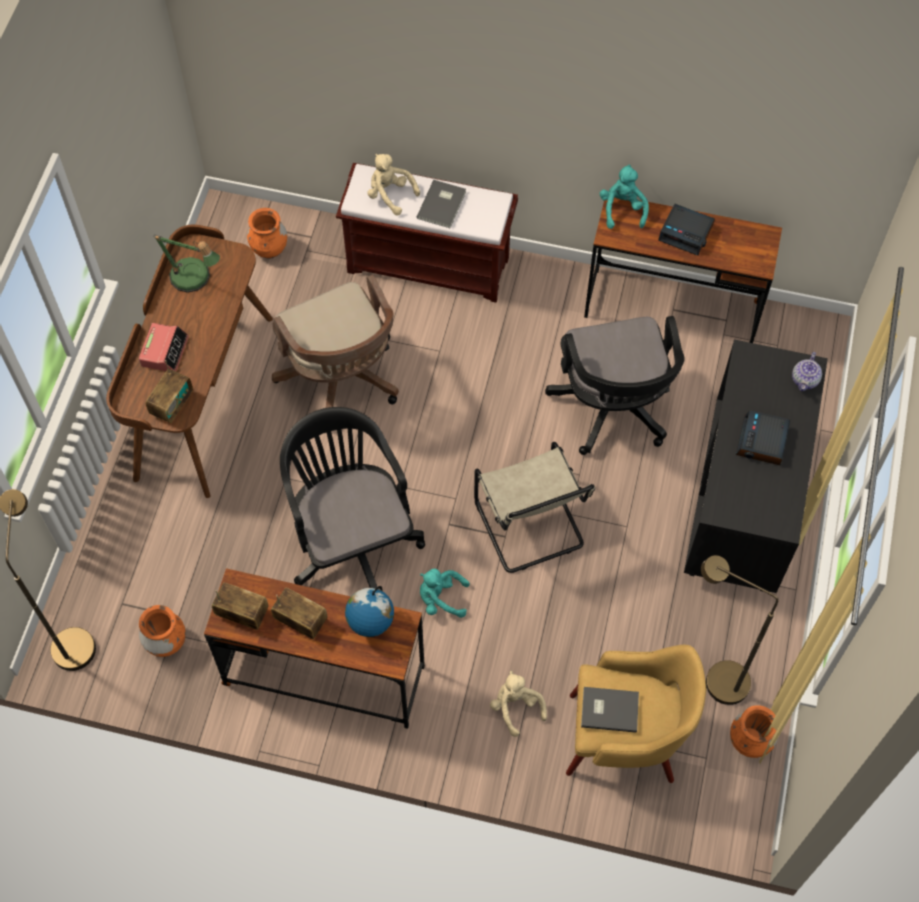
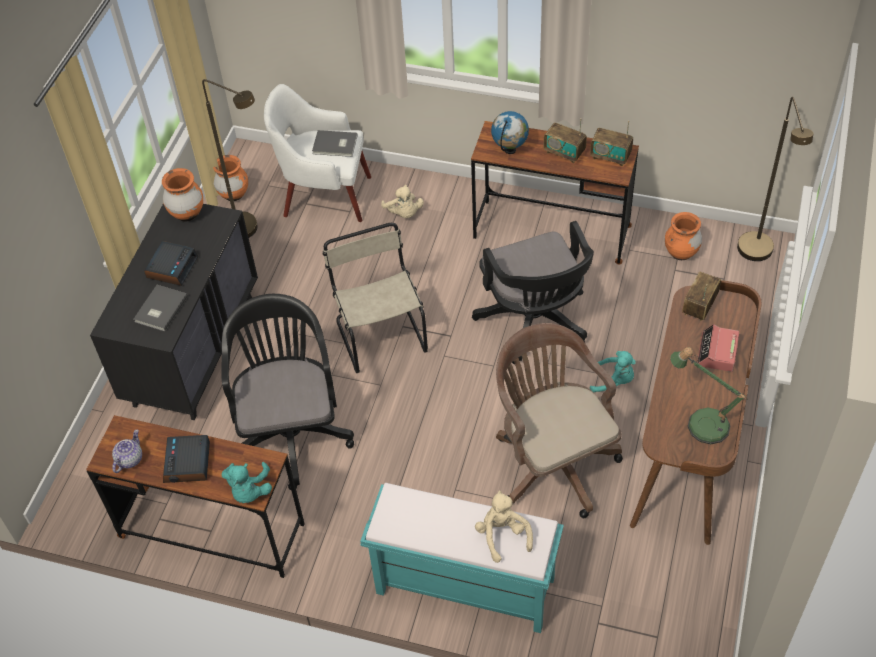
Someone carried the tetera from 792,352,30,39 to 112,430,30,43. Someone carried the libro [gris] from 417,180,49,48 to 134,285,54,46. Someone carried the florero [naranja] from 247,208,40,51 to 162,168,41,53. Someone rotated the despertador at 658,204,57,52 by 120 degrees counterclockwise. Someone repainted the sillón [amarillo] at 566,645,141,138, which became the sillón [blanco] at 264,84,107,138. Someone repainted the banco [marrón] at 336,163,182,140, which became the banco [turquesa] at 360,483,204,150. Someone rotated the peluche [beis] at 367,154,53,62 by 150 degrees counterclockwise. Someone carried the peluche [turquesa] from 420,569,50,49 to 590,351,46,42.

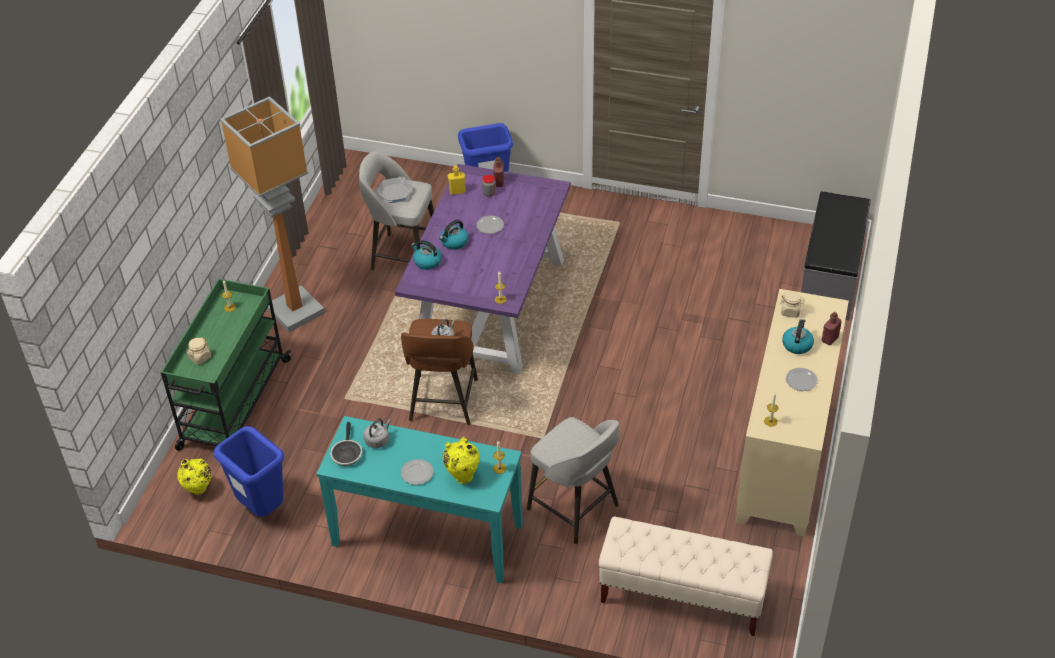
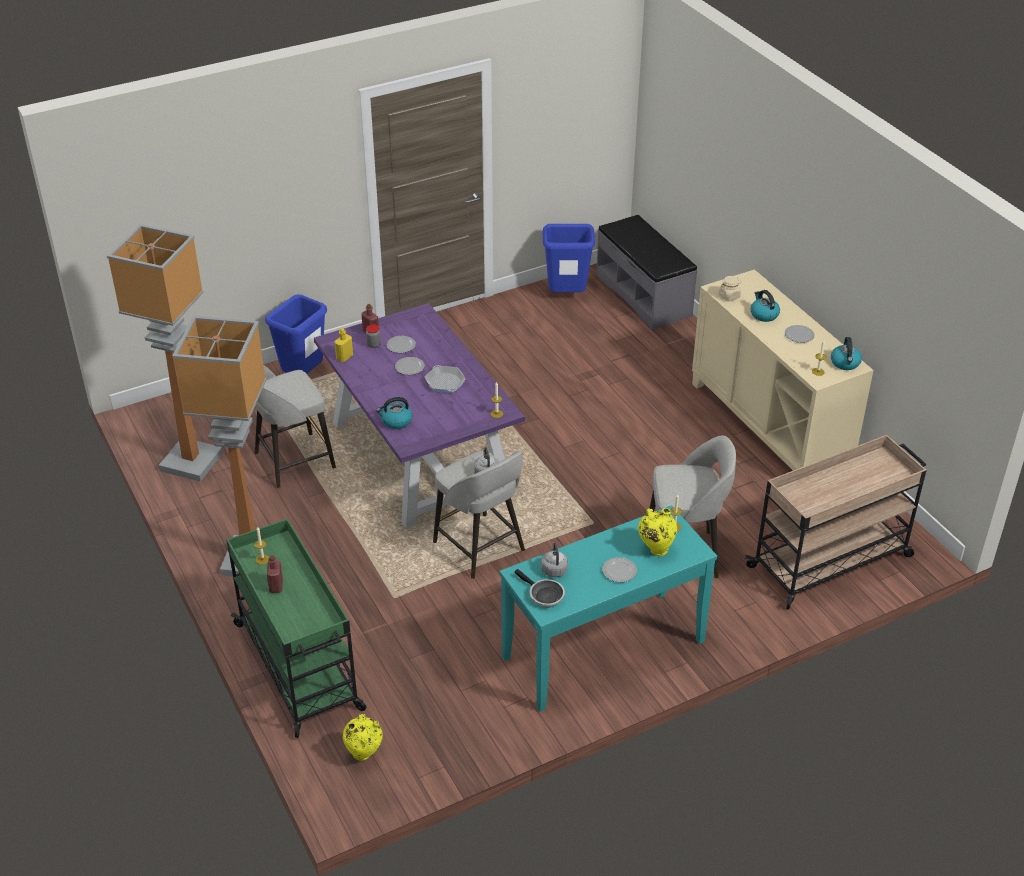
Someone put down the lámpara de pie at 107,224,116,258. Someone carried the botella [rojo] from 822,312,20,33 to 267,555,16,38. Someone put down the plato at 387,336,29,17. Someone carried the sartén from 377,177,36,26 to 425,365,40,28. Someone repainted the taburete [marrón] at 401,319,77,106, which became the taburete [gris] at 433,450,92,129. Someone carried the papelera [azul] from 214,426,70,91 to 543,224,52,68. Someone swapped the banco [beis] at 599,516,174,120 for the carrito [beis] at 745,435,182,174. Someone carried the hervidor from 439,220,29,30 to 831,337,31,33. Someone took away the tarro [beis] at 186,337,25,28.

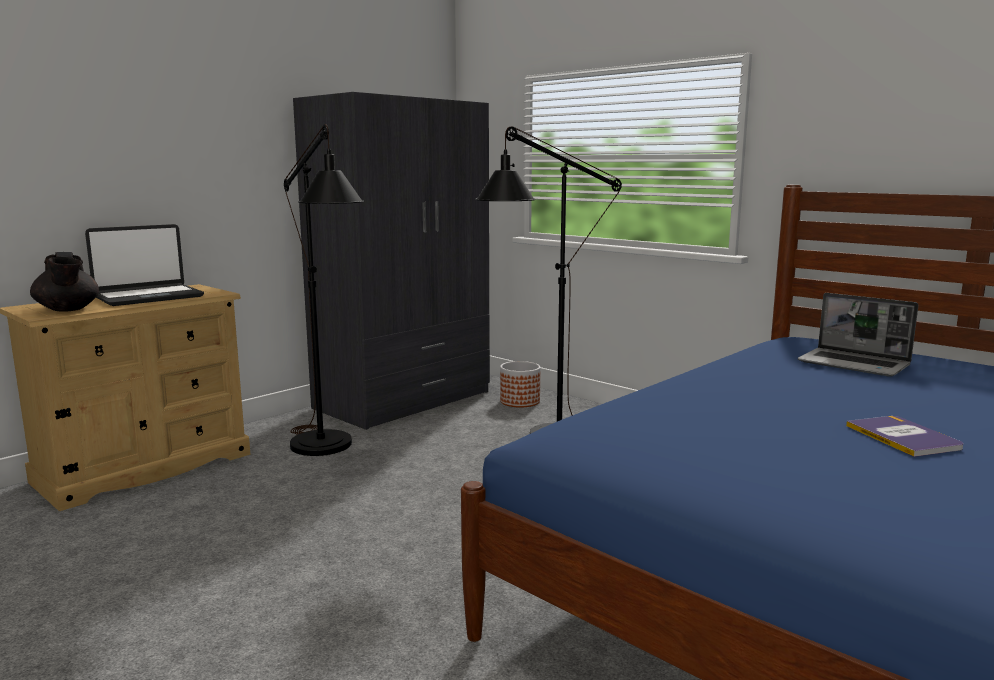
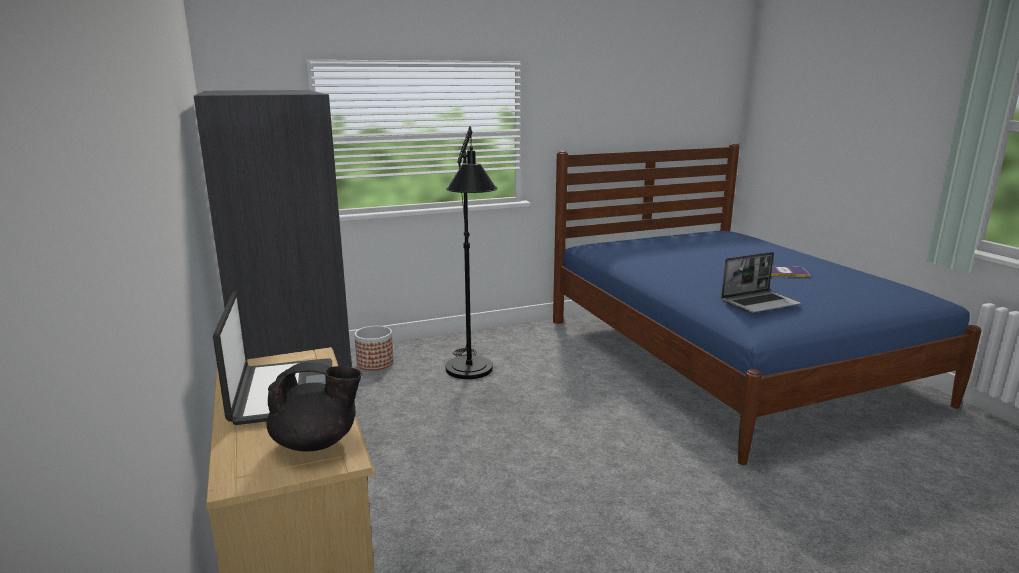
Someone carried the portátil from 798,293,121,84 to 721,252,80,61. Someone took away the lámpara de pie [negro] at 284,124,80,332.

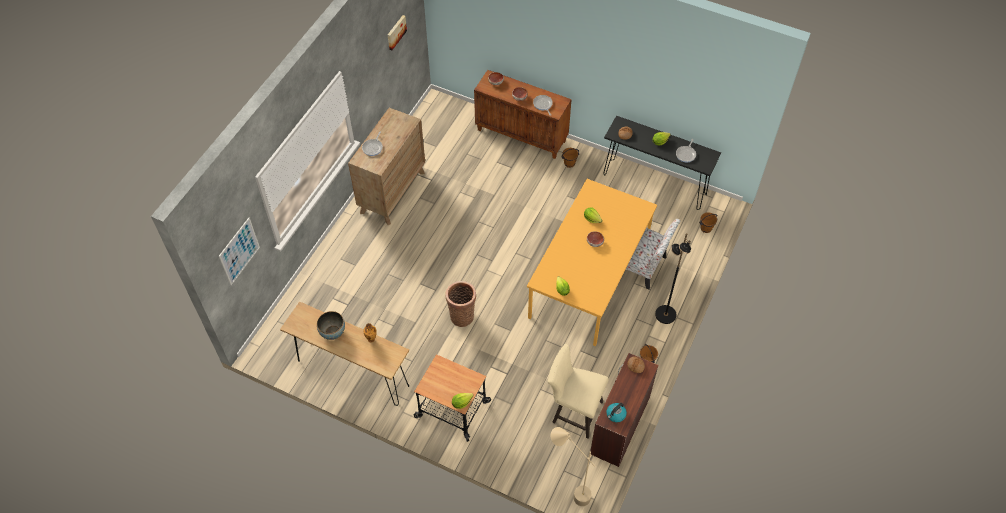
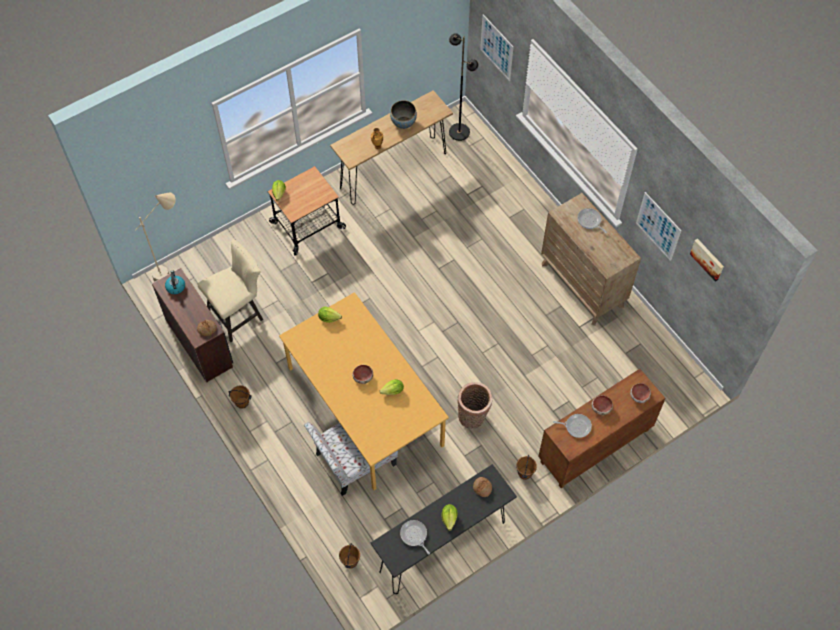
Someone carried the lámpara de pie [negro] from 655,233,36,91 to 449,33,29,108. Someone carried the cesta from 445,281,31,46 to 458,382,34,47. Someone put up the cuadro at 636,192,45,69.

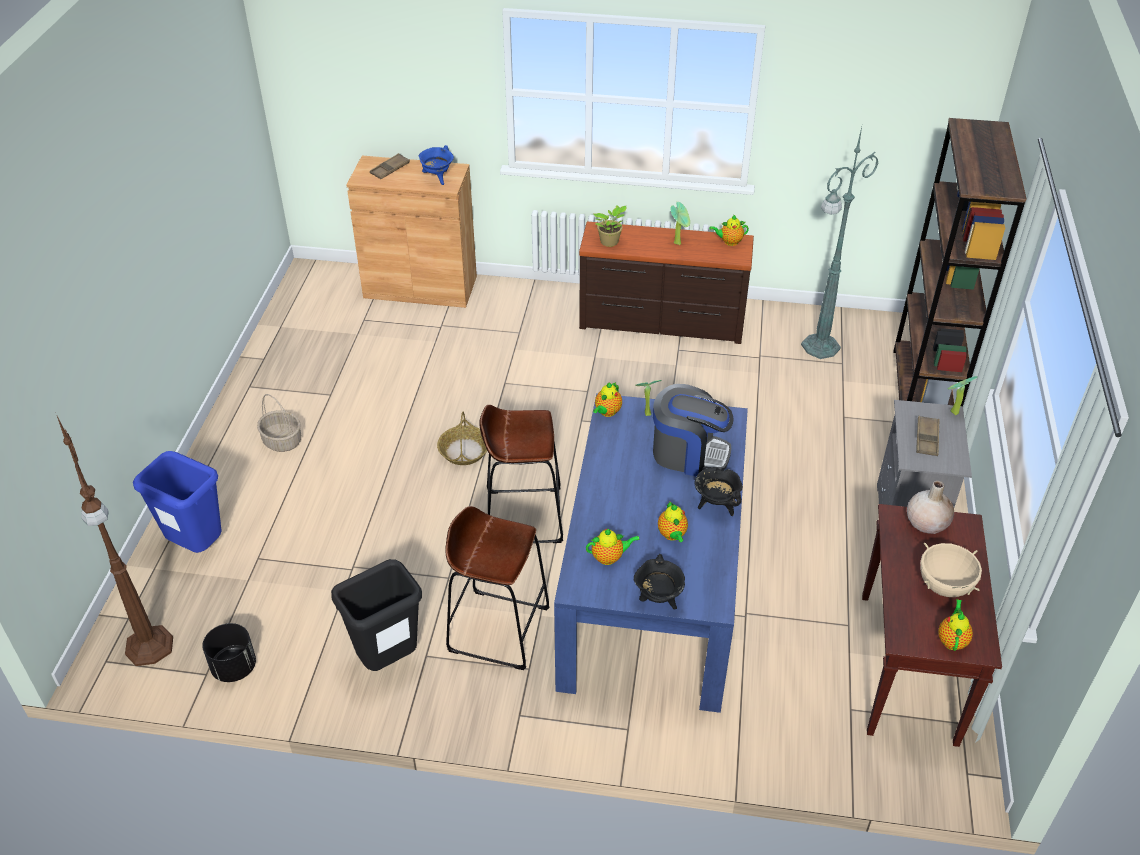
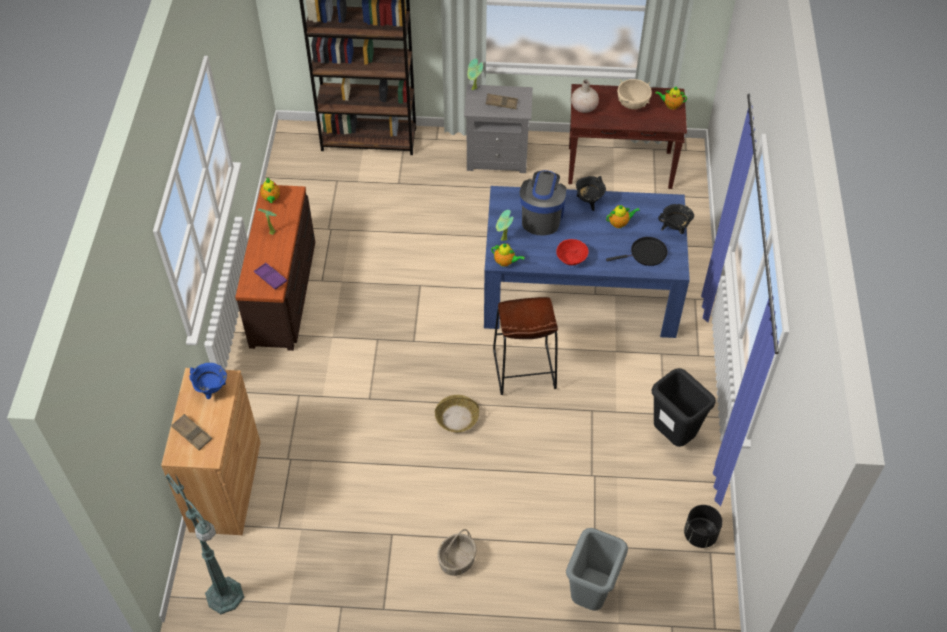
Someone carried the lámpara de pie [verde] from 801,127,78,232 to 166,474,78,140. Someone swapped the planta en maceta at 594,205,32,42 for the bandeja [morado] at 254,262,33,28. Someone put down the cuenco [rojo] at 556,239,33,26. Someone repainted the papelera [azul] at 133,451,89,102, which became the papelera [gris] at 566,528,62,83. Someone swapped the tetera at 586,529,53,36 for the sartén [negro] at 606,237,62,29. Someone took away the lámpara de pie [marrón] at 57,416,116,250. Someone took away the taburete [marrón] at 445,506,104,164.

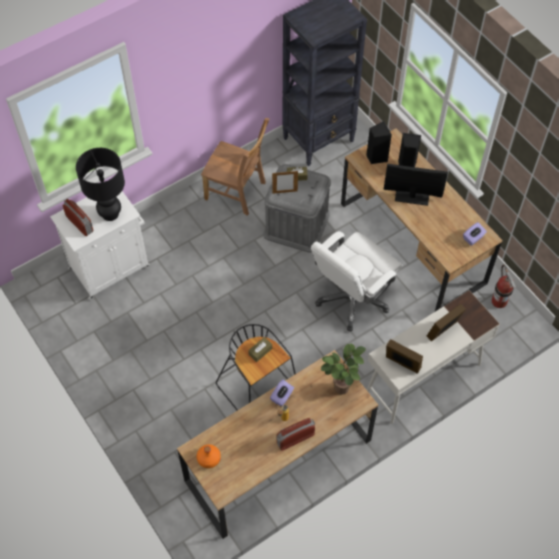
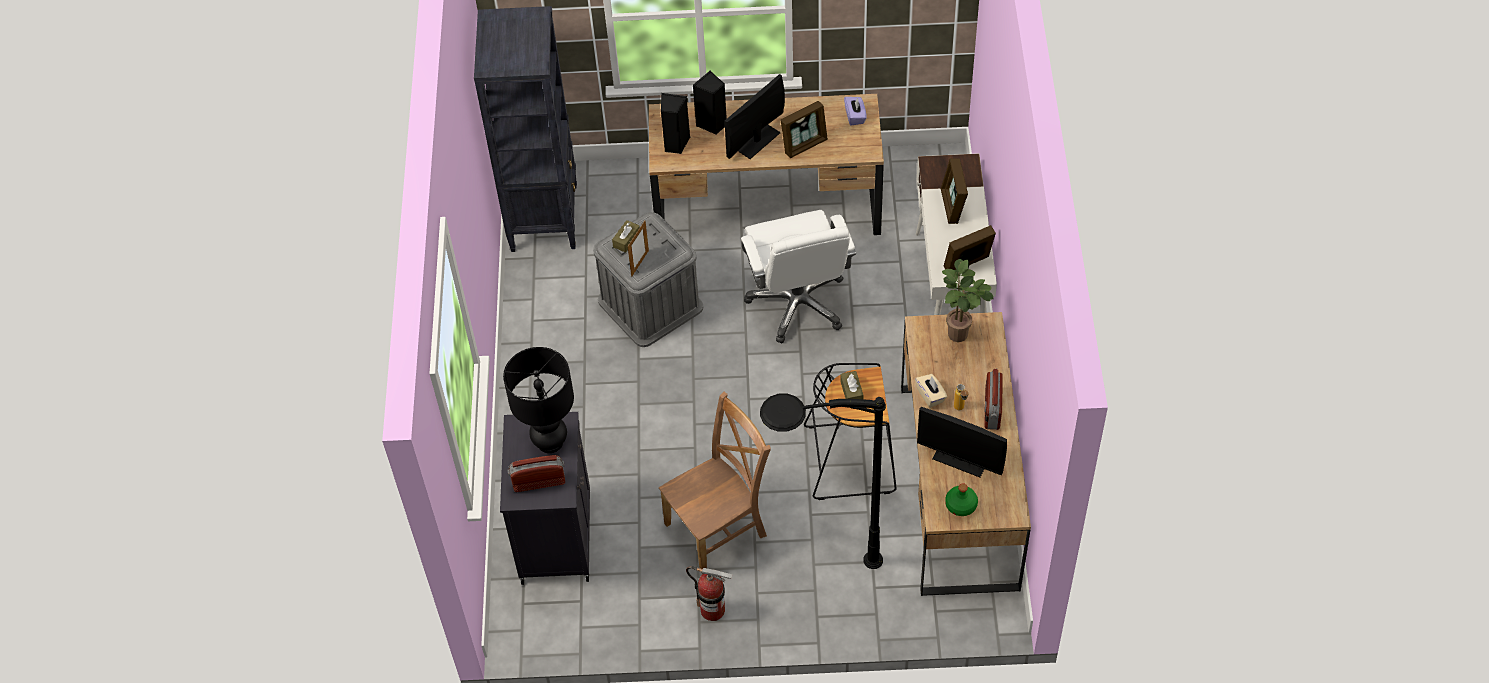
Someone repainted the armario [blanco] at 50,191,100,109, which became the armario [negro] at 500,412,90,173. Someone carried the silla [marrón] from 201,118,68,97 to 659,392,112,182. Someone carried the extintor from 492,264,24,44 to 686,566,47,55. Someone put down the lámpara de pie [negro] at 760,394,126,175. Someone put down the portarretratos at 781,101,47,57. Someone repainted the caja de pañuelos [morado] at 270,379,24,28, which became the caja de pañuelos [beis] at 915,374,32,34. Someone put down the monitor at 917,407,90,70. Someone repainted the botella [naranja] at 197,444,24,24, which became the botella [verde] at 945,483,33,33.

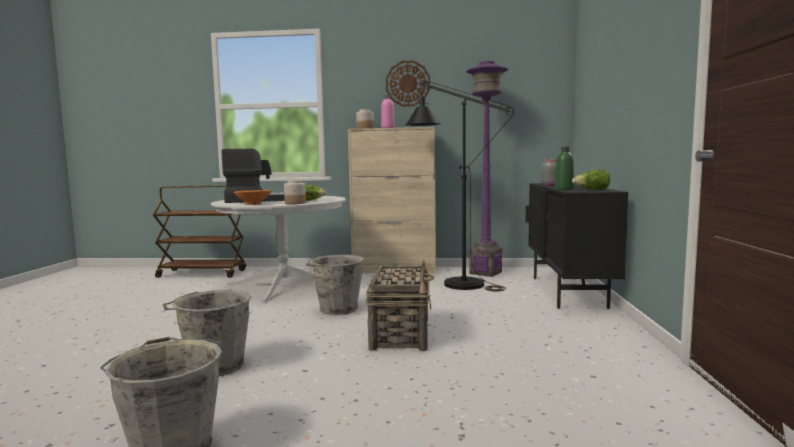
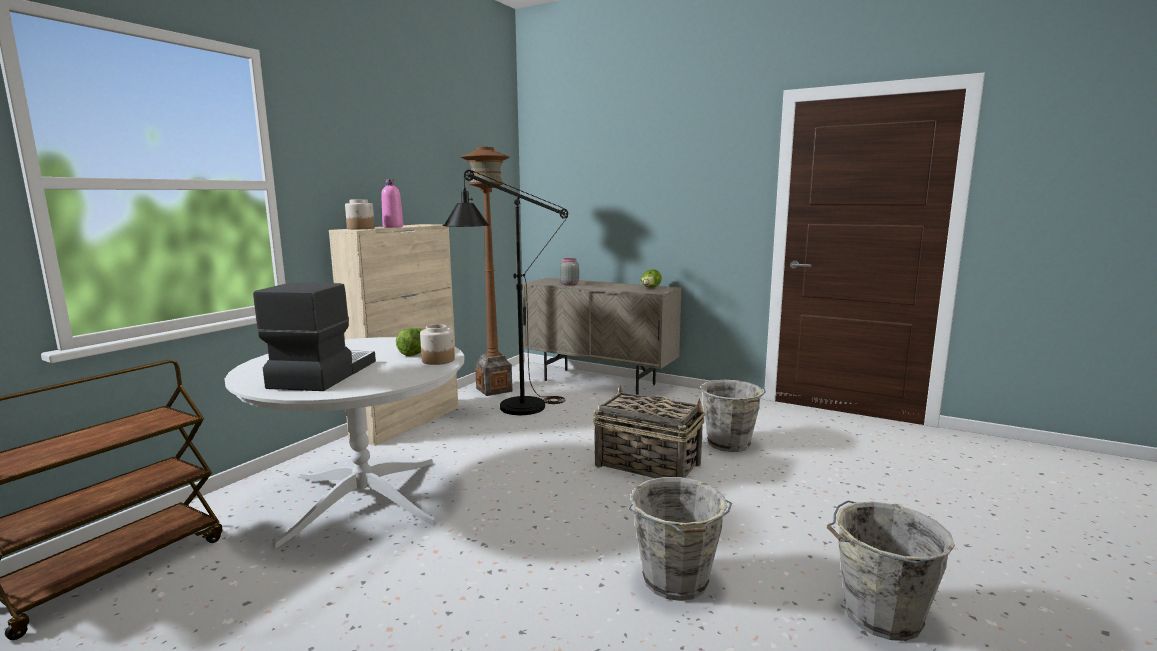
Someone repainted the lámpara de pie [morado] at 466,61,42,216, which became the lámpara de pie [marrón] at 461,147,51,249. Someone repainted the armario [negro] at 525,183,103,126, which became the armario [beis] at 522,278,160,117. Someone carried the cubo [gris] from 306,255,58,60 to 701,380,65,72. Someone took away the cuenco [naranja] at 234,190,38,15. Someone took away the reloj de pared at 386,61,44,46. Someone took away the botella [verde] at 555,147,19,43.

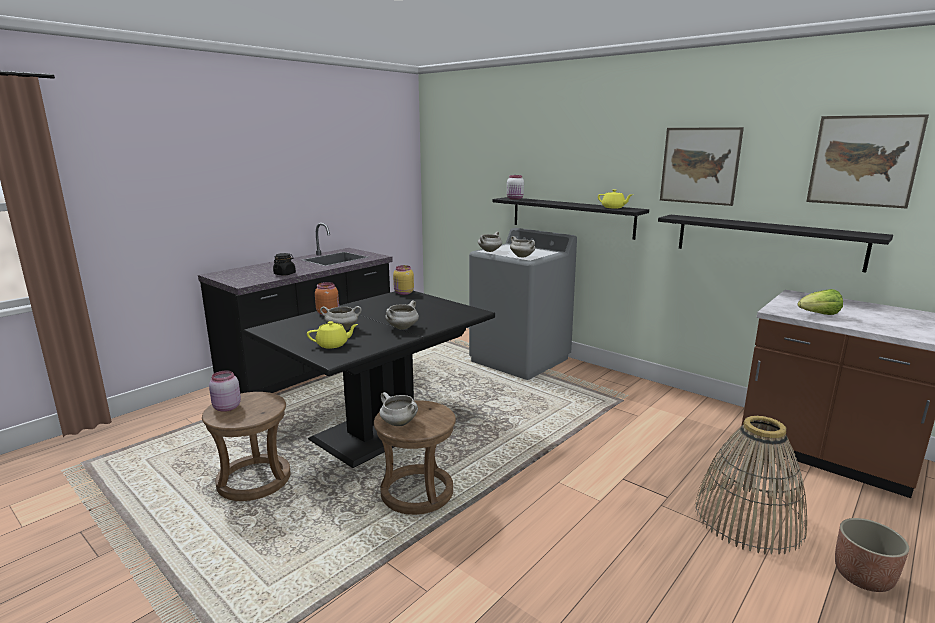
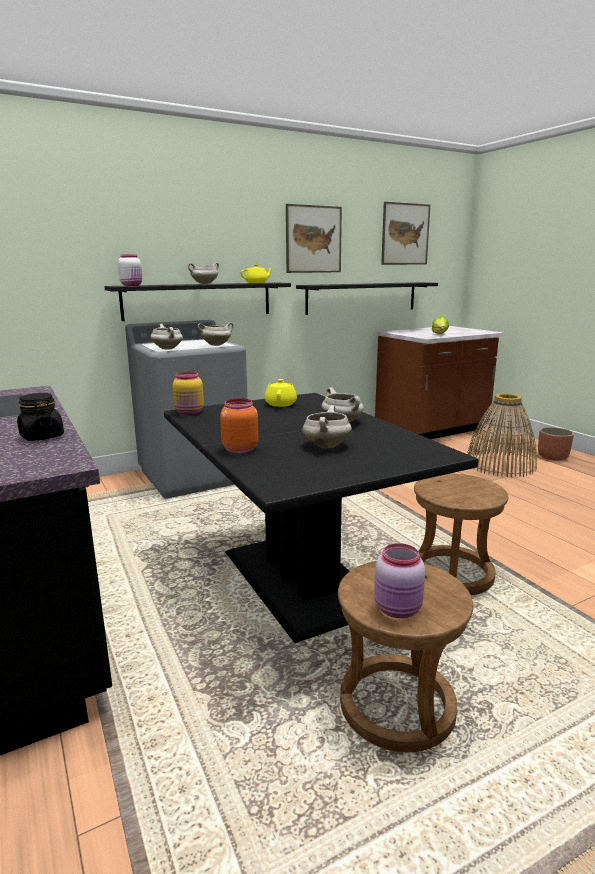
Someone carried the olla [blanco] from 380,392,38,34 to 188,262,31,22. Someone carried the tetera [amarillo] from 307,321,51,28 to 265,379,32,28.

